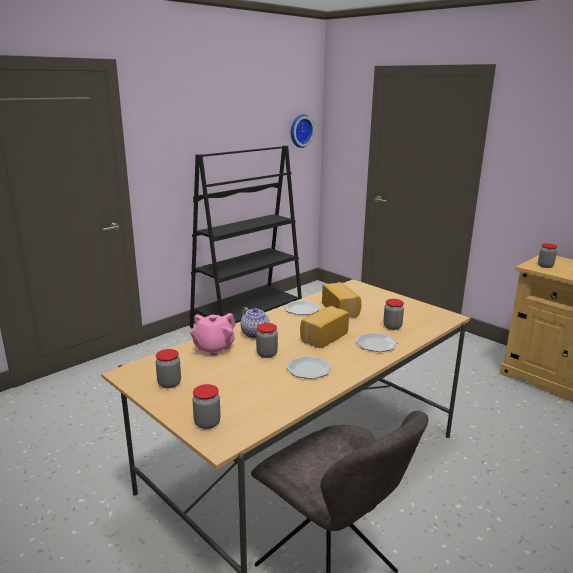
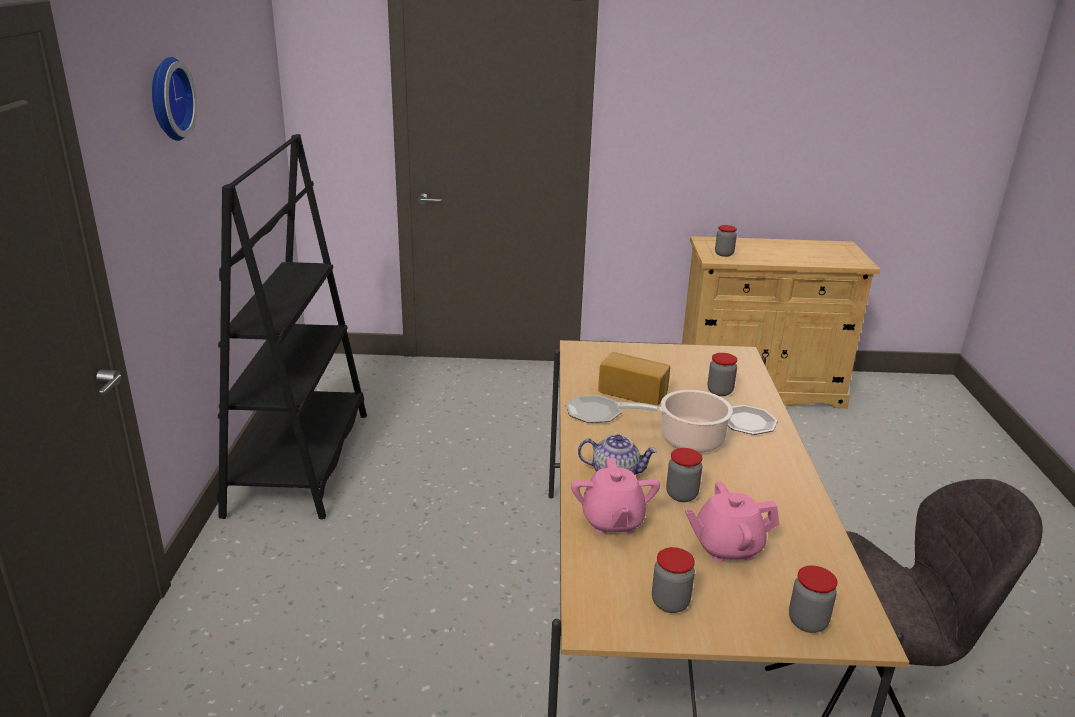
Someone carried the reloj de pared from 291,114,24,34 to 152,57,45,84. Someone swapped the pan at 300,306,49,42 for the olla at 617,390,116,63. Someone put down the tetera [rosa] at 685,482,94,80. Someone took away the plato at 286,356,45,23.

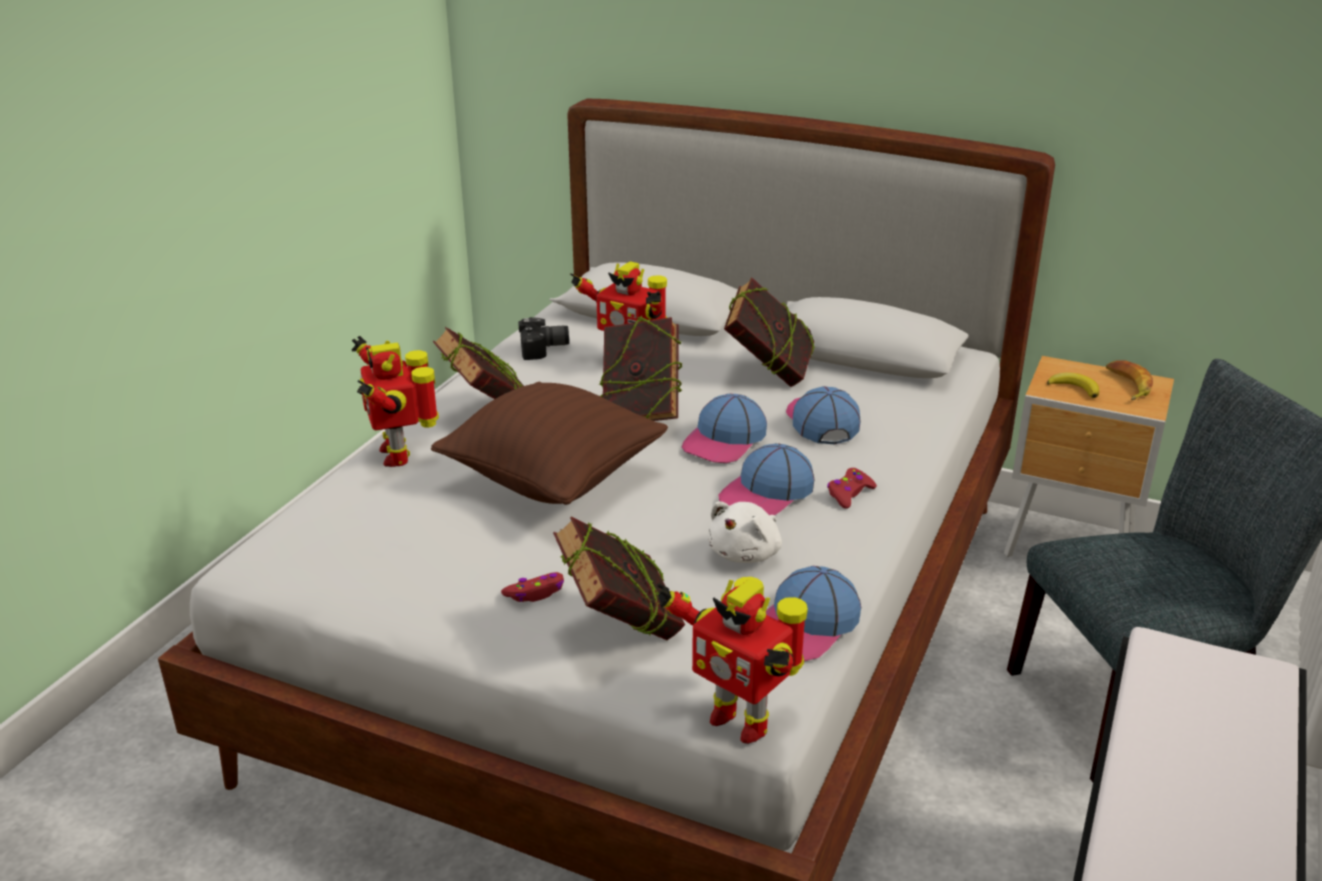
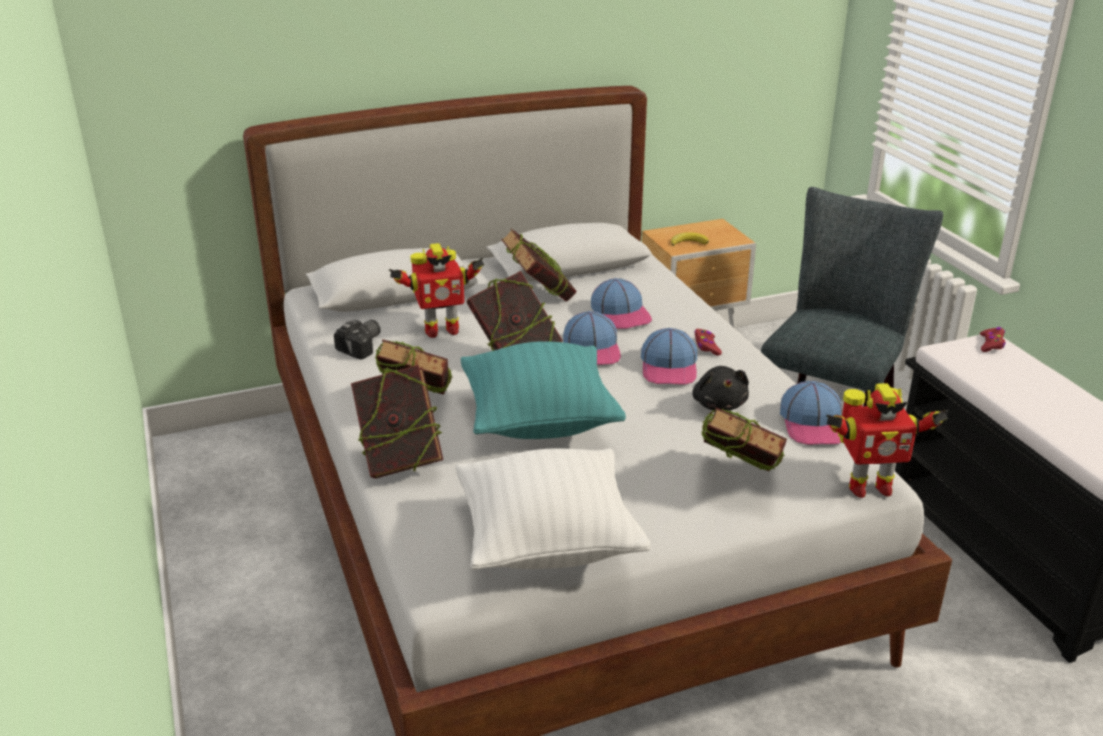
Someone swapped the robot de juguete at 352,336,87,131 for the libro at 351,365,92,114. Someone put down the cojín [blanco] at 456,448,195,122. Someone repainted the cojín [marrón] at 431,382,237,123, which became the cojín [turquesa] at 461,341,165,98. Someone rotated the gorra at 786,386,75,58 by 150 degrees counterclockwise. Someone repainted the peluche [blanco] at 708,501,74,62, which became the peluche [negro] at 692,366,57,45. Someone carried the mando de consola [rojo] from 501,572,63,30 to 980,327,26,25. Someone took away the plátano at 1106,360,47,40.

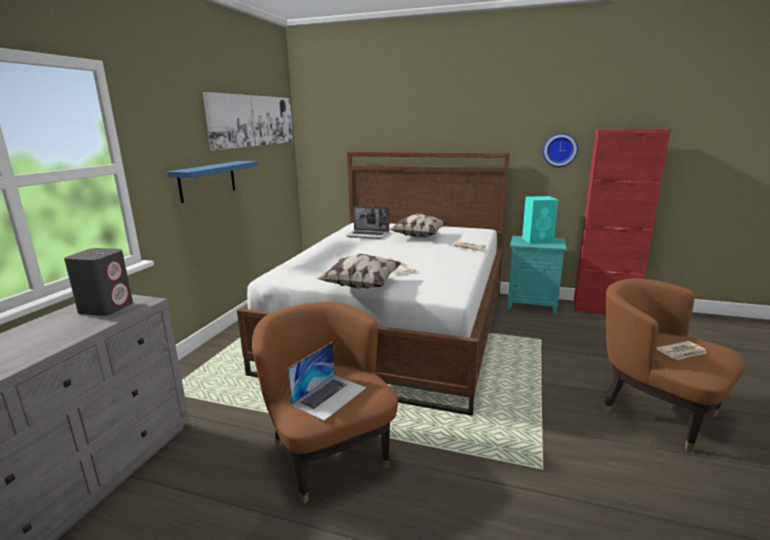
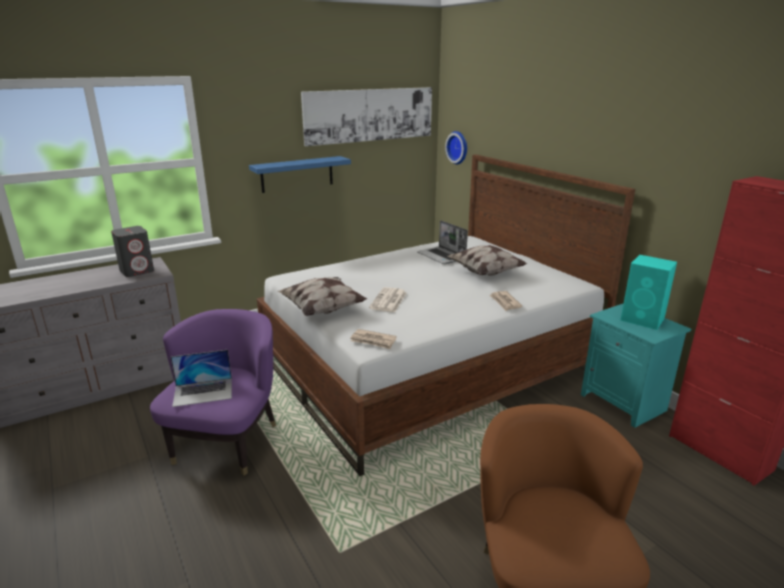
Someone repainted the sillón [marrón] at 252,302,146,202, which became the sillón [morado] at 150,309,126,166. Someone carried the periódico from 657,341,50,19 to 350,329,47,20. Someone carried the reloj de pared from 543,133,35,34 to 445,131,22,33.

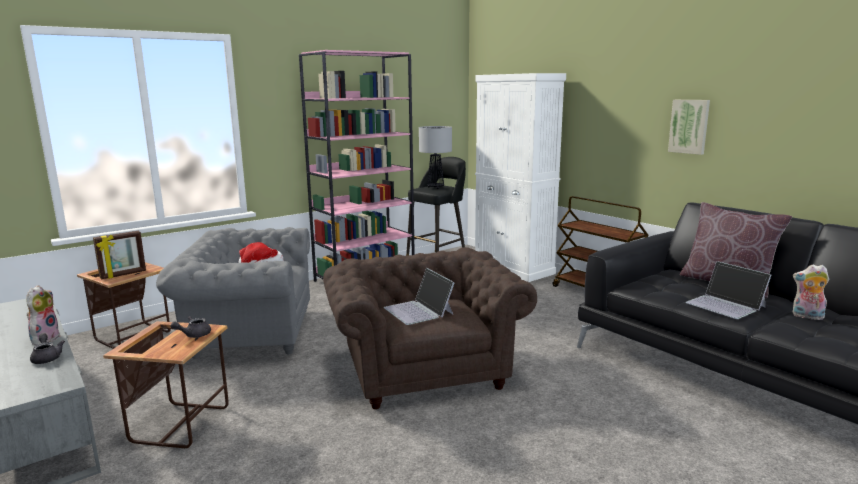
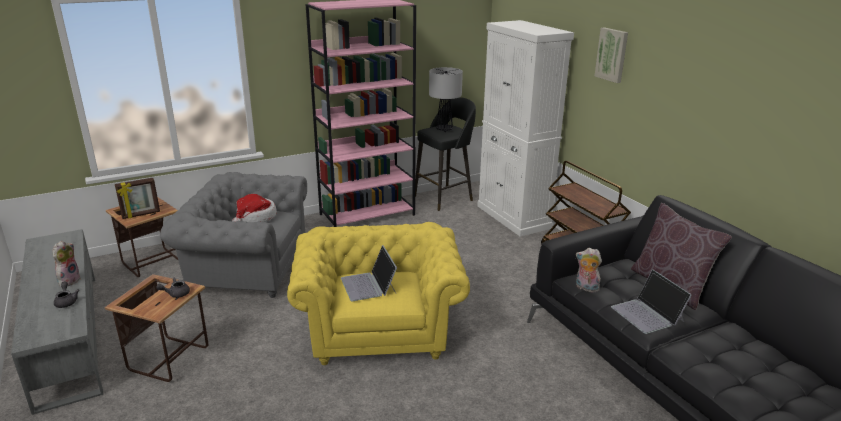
Someone repainted the sillón [marrón] at 323,247,214,162, which became the sillón [amarillo] at 287,222,183,143. Someone carried the peluche from 792,265,37,55 to 576,248,26,44. Someone carried the cuadro from 668,100,42,55 to 595,27,33,56.

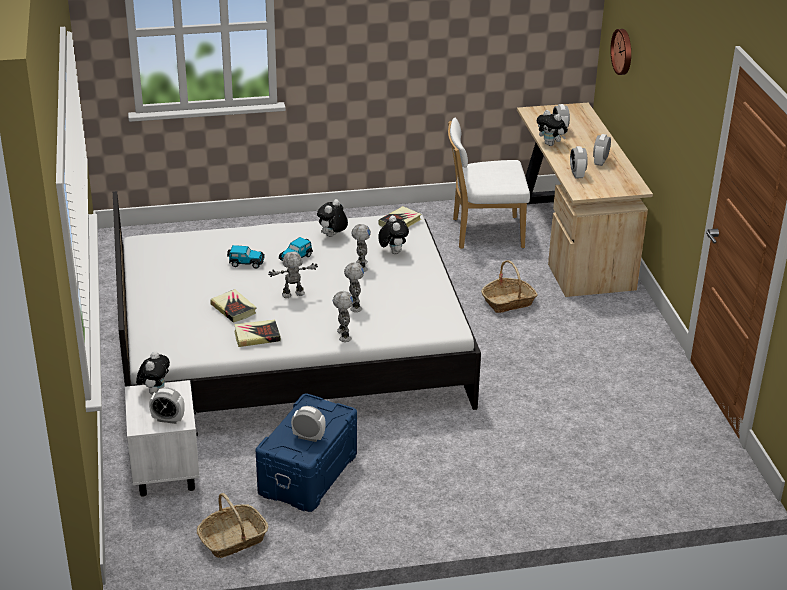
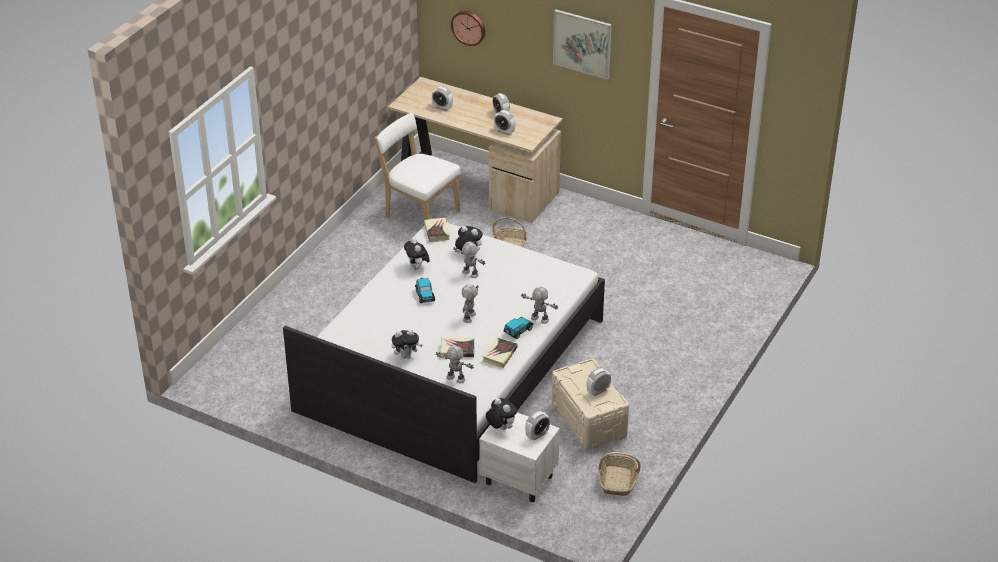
Someone rotated the silla [blanco] at 448,118,82,131 by 90 degrees clockwise. Someone carried the peluche from 537,110,31,36 to 392,329,31,30. Someone carried the robot de juguete from 344,262,20,50 to 436,345,38,39. Someone carried the coche de juguete from 227,245,38,24 to 504,317,29,22. Someone repainted the caja de almacenaje [azul] at 255,393,102,119, which became the caja de almacenaje [beis] at 552,359,77,91. Someone put up the cuadro at 553,9,59,71.

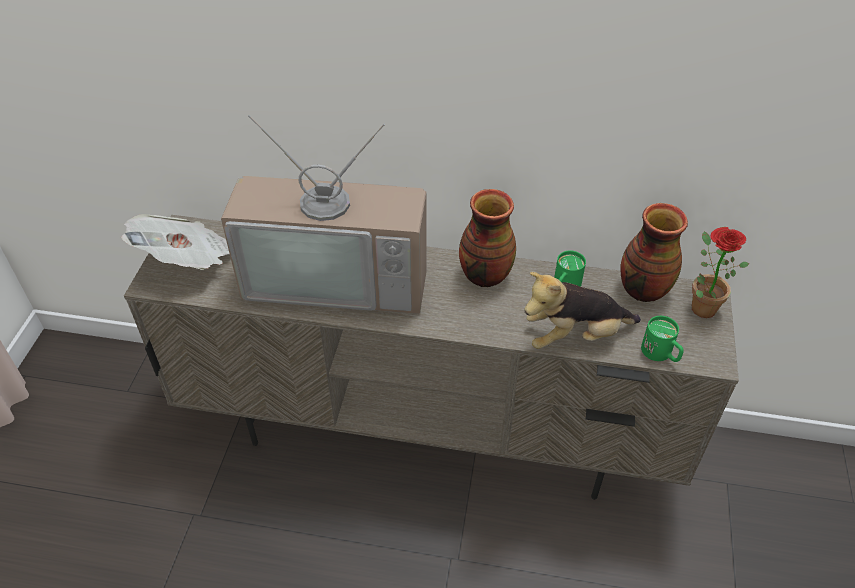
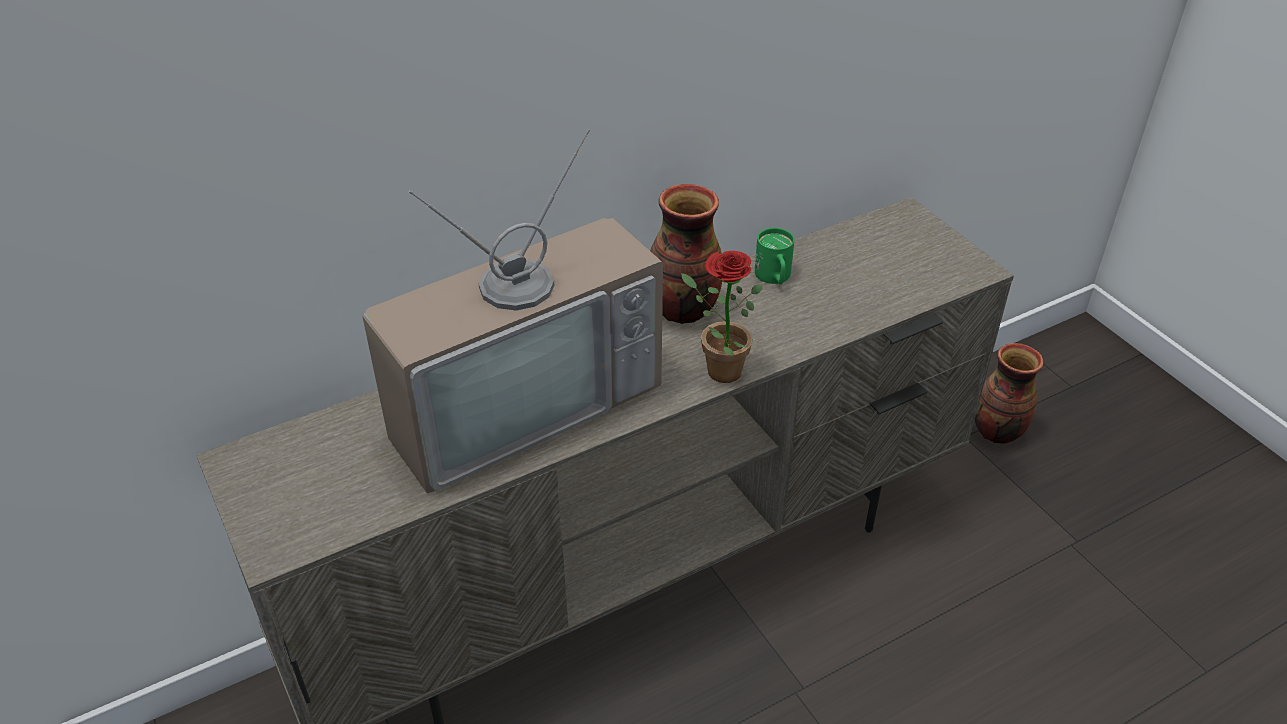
Someone carried the planta en maceta from 692,227,57,91 to 681,251,82,132. Someone carried the florero from 620,203,68,99 to 975,343,69,101. Someone took away the periódico at 120,214,109,56. Someone took away the peluche at 524,272,117,77. Someone took away the taza grande [verde] at 641,316,43,46.

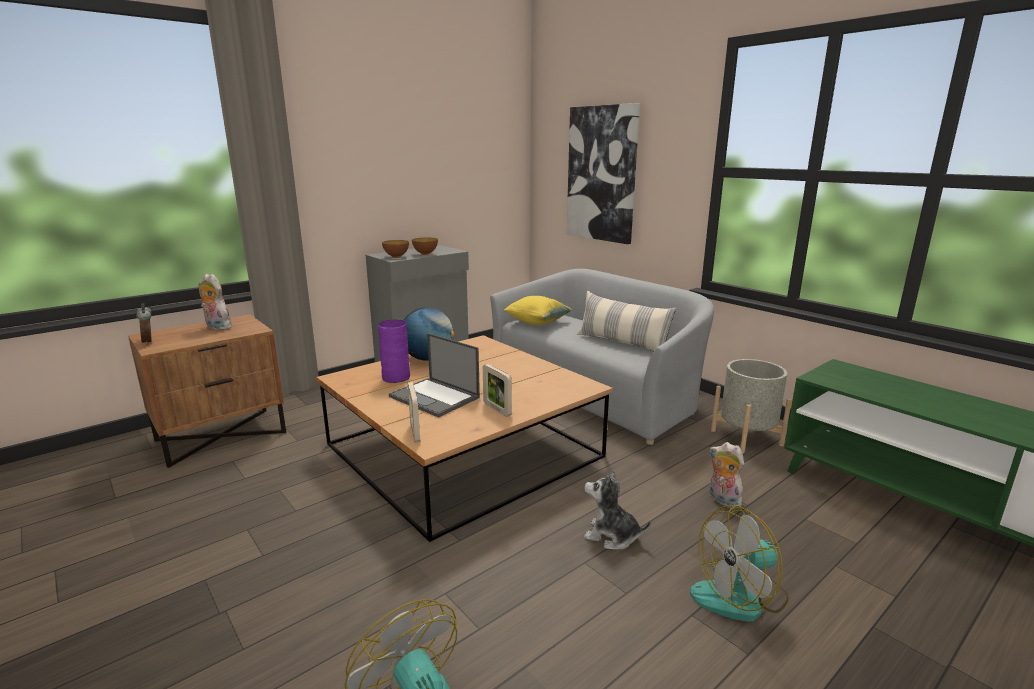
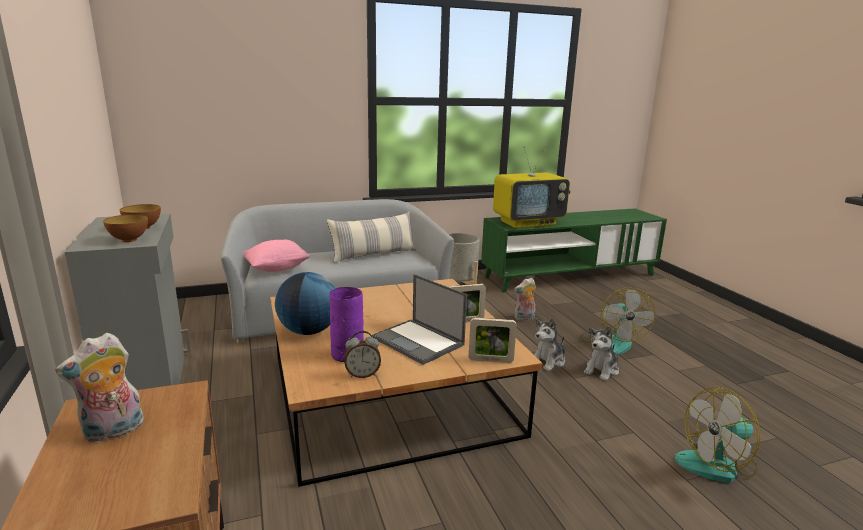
Someone repainted the cojín [amarillo] at 504,296,68,29, which became the cojín [rosa] at 243,240,67,32. Someone carried the despertador from 136,303,16,42 to 344,331,37,47. Someone rotated the portátil at 389,333,91,85 by 75 degrees clockwise. Someone put down the televisor at 493,147,77,81. Someone put down the peluche at 584,326,35,55. Someone took away the cuadro at 567,103,73,141.

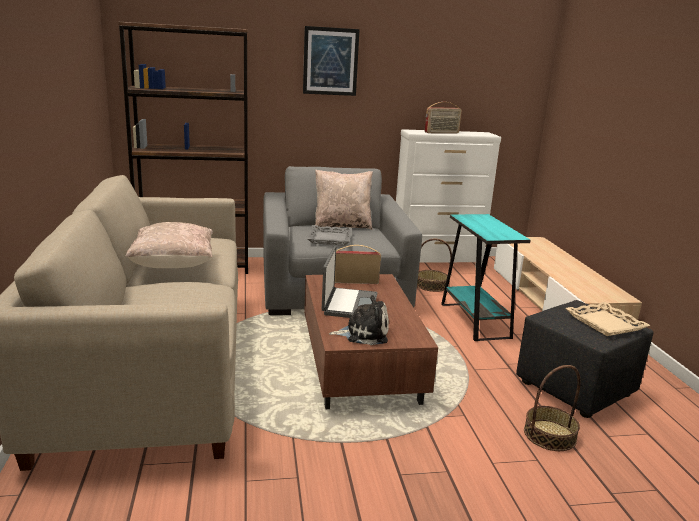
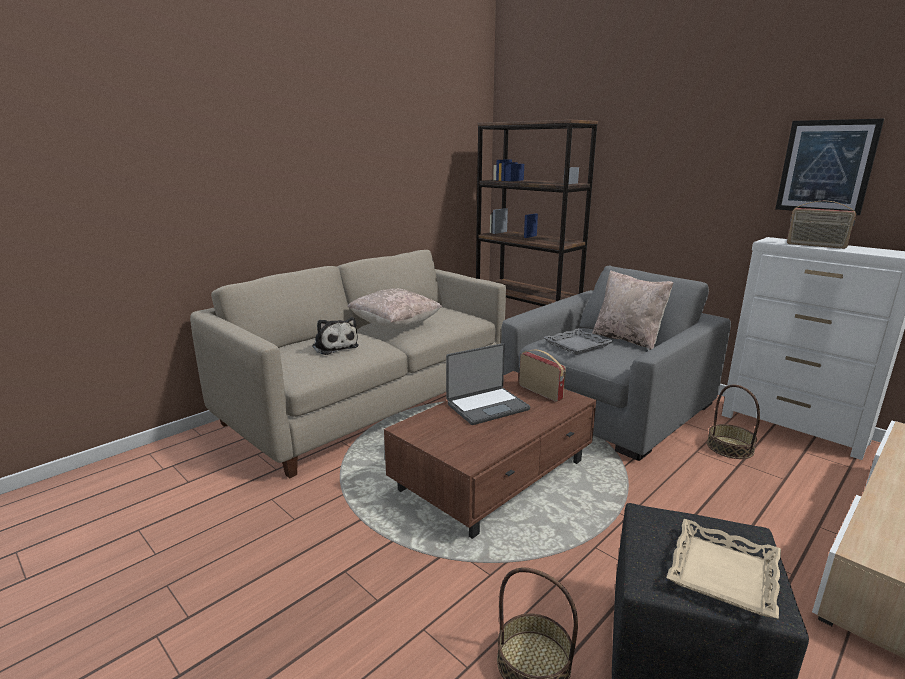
Someone carried the peluche from 329,295,60,50 to 312,317,47,38. Someone carried the cuadro from 303,26,57,70 to 775,119,109,96. Someone took away the mesa auxiliar [turquesa] at 441,214,89,127.

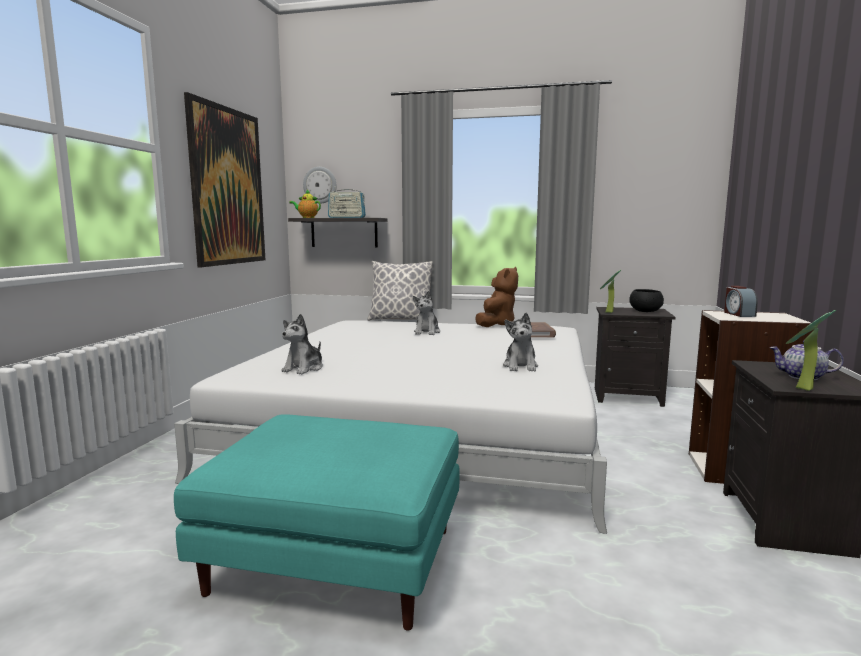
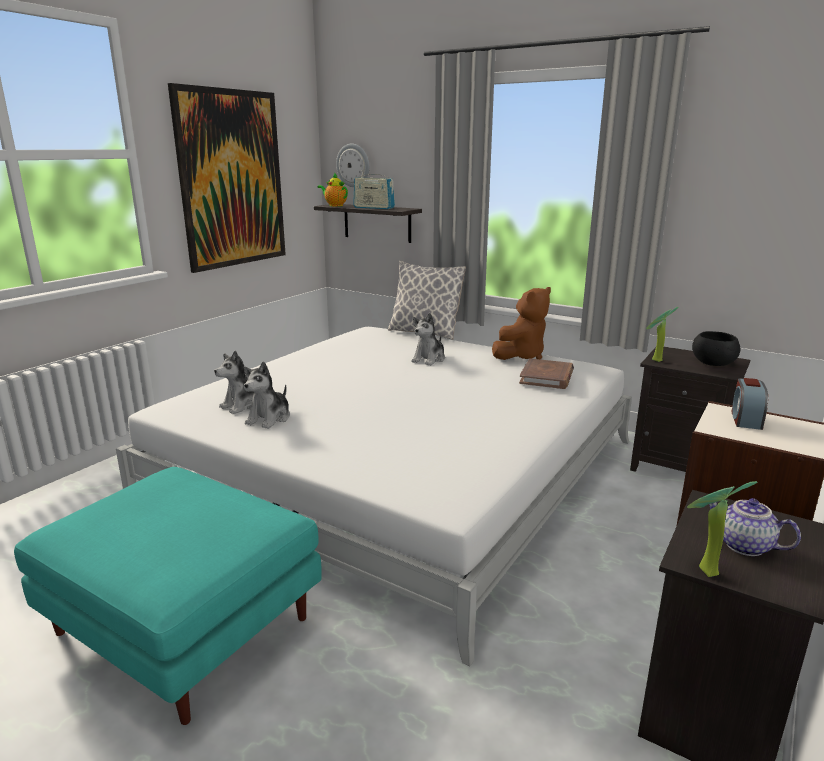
Someone carried the peluche from 503,313,35,58 to 244,361,46,68.

